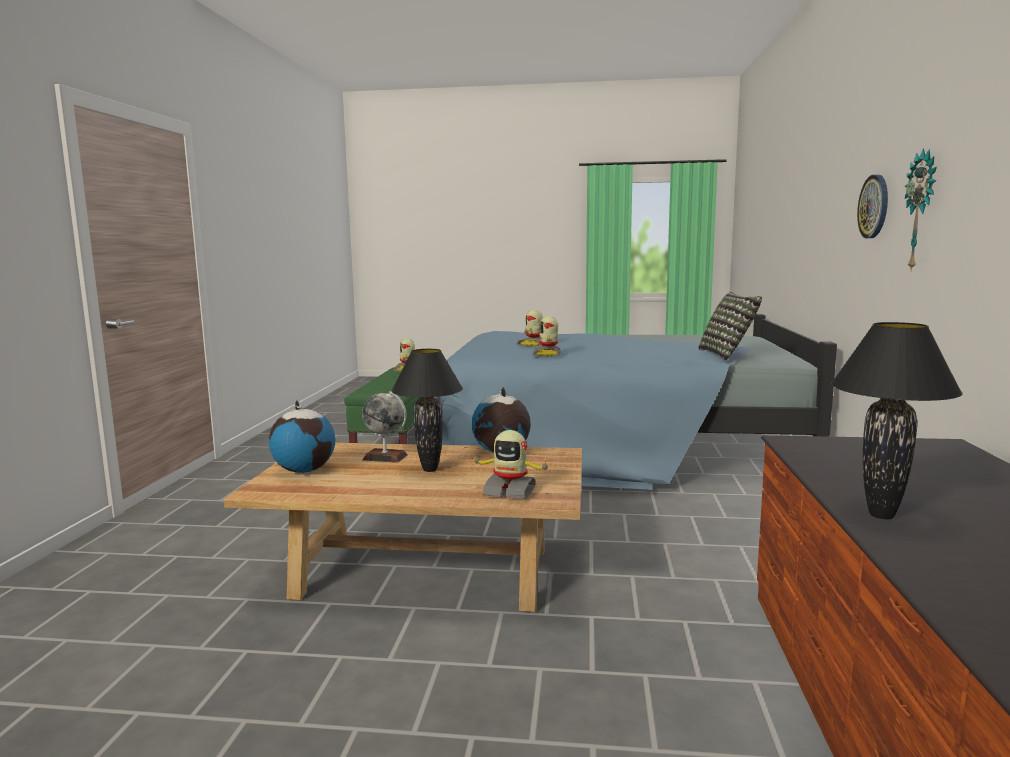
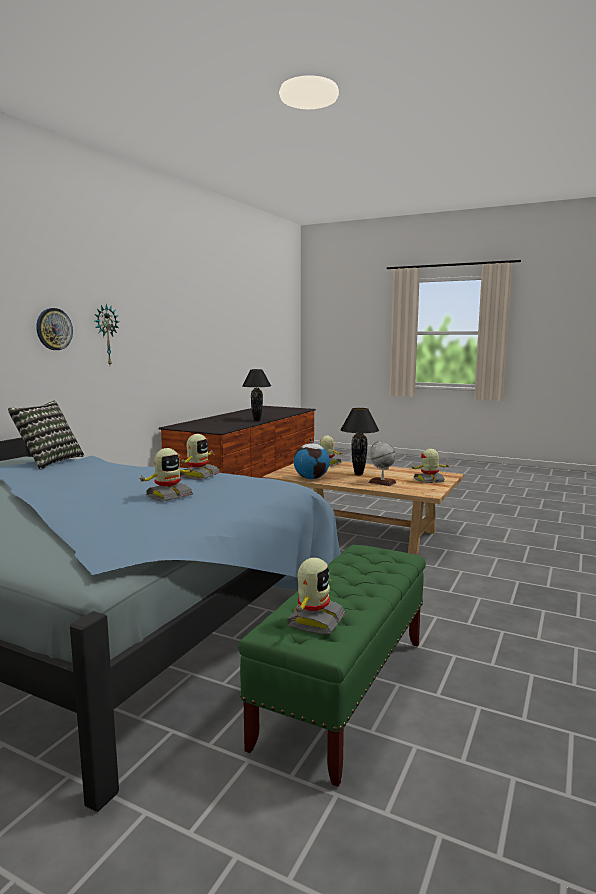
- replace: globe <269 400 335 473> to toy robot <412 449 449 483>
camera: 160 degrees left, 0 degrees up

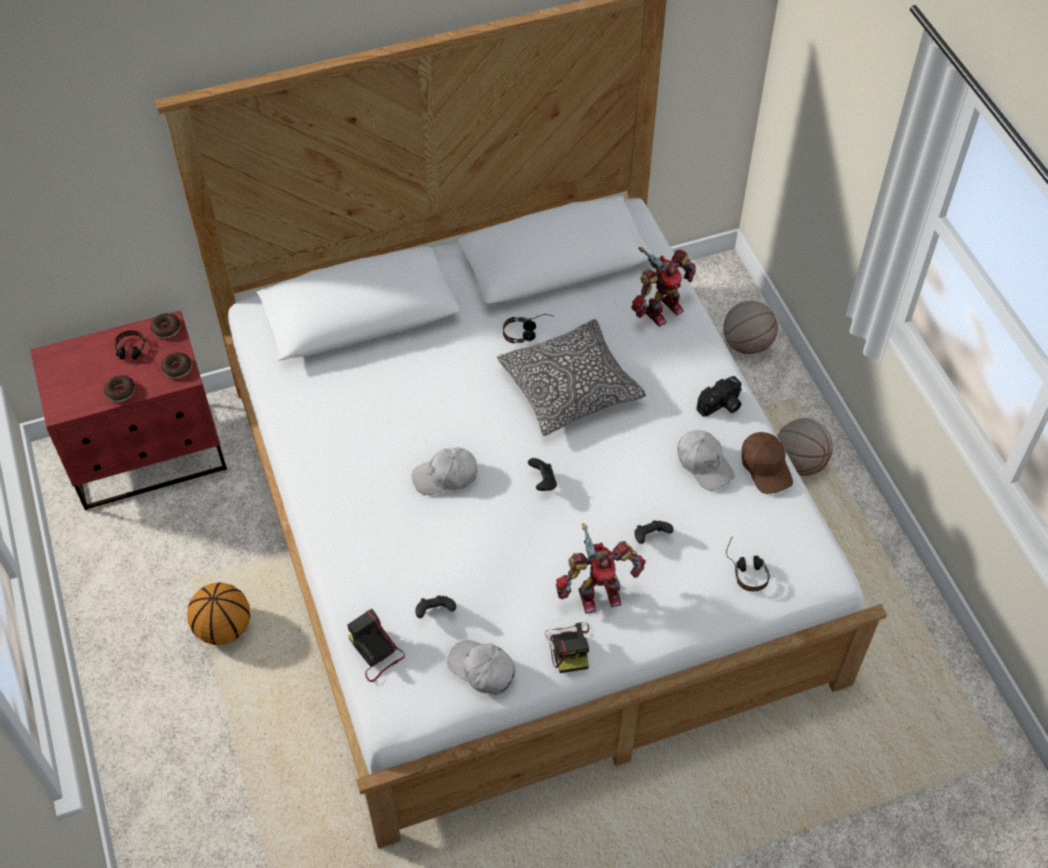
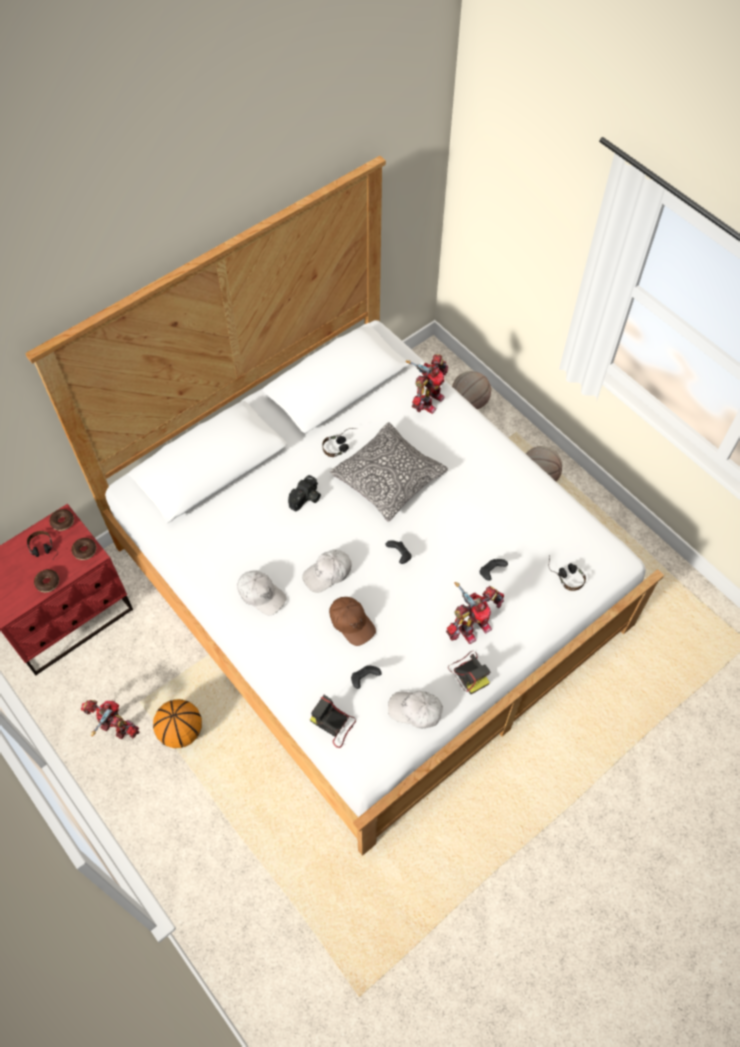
- move: white cap <677 430 735 491> to <237 571 287 615>
- move: photo camera <696 376 742 417> to <288 475 321 512>
- move: brown cap <742 432 793 494> to <329 597 376 646>
- insert: toy robot <81 700 139 739>
camera: 20 degrees left, 5 degrees up

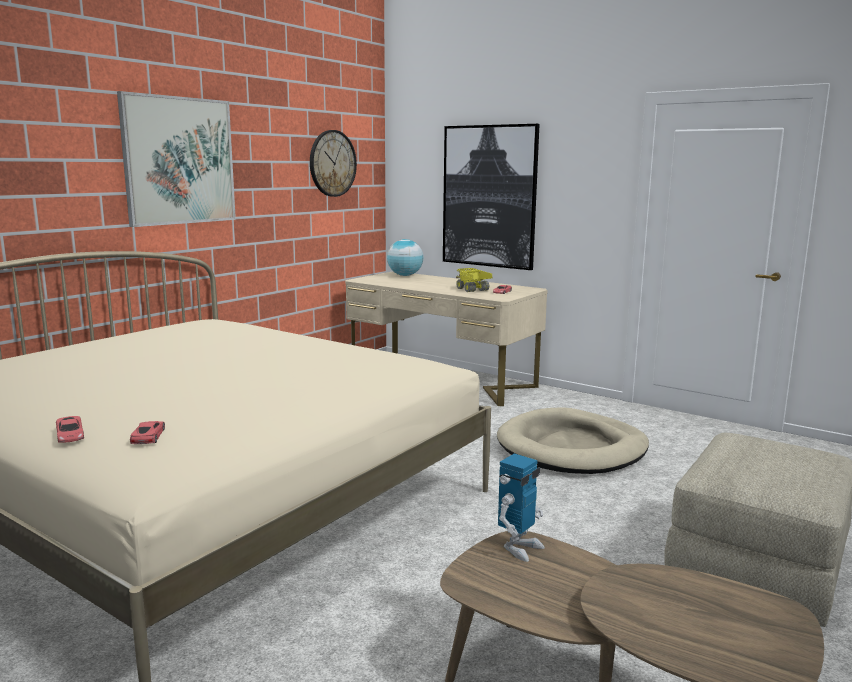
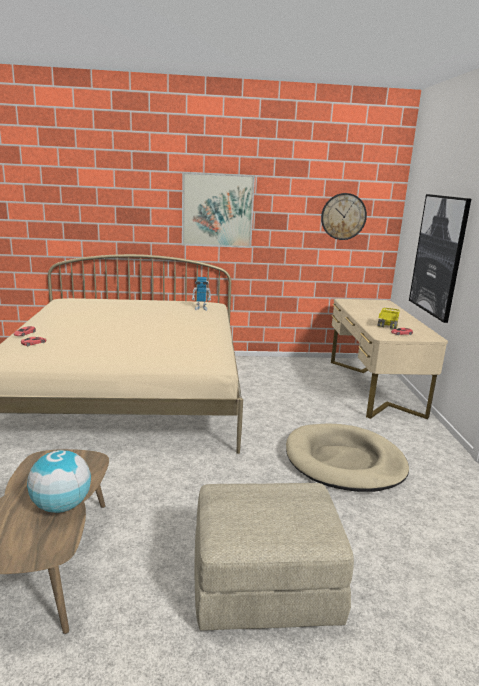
- move: globe <387 239 423 276> to <27 450 91 513>
- move: toy robot <498 454 545 562> to <192 277 211 311>
camera: 50 degrees right, 5 degrees up

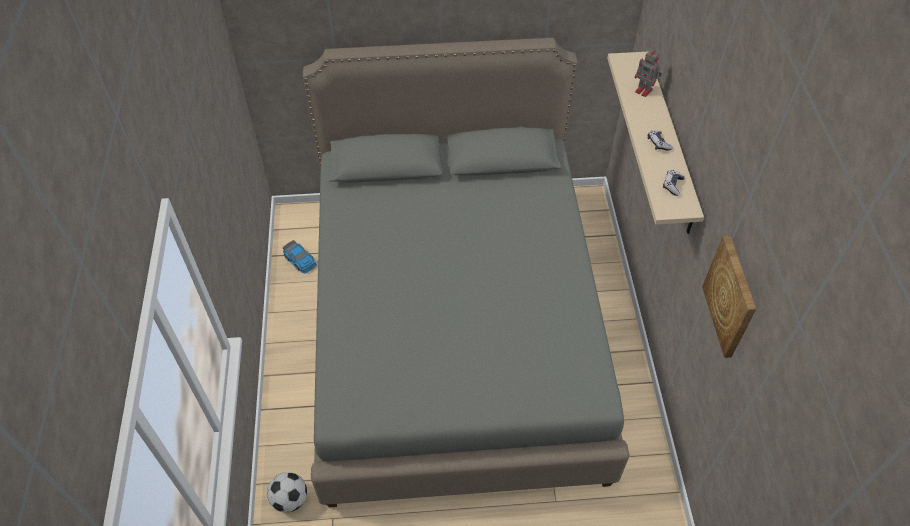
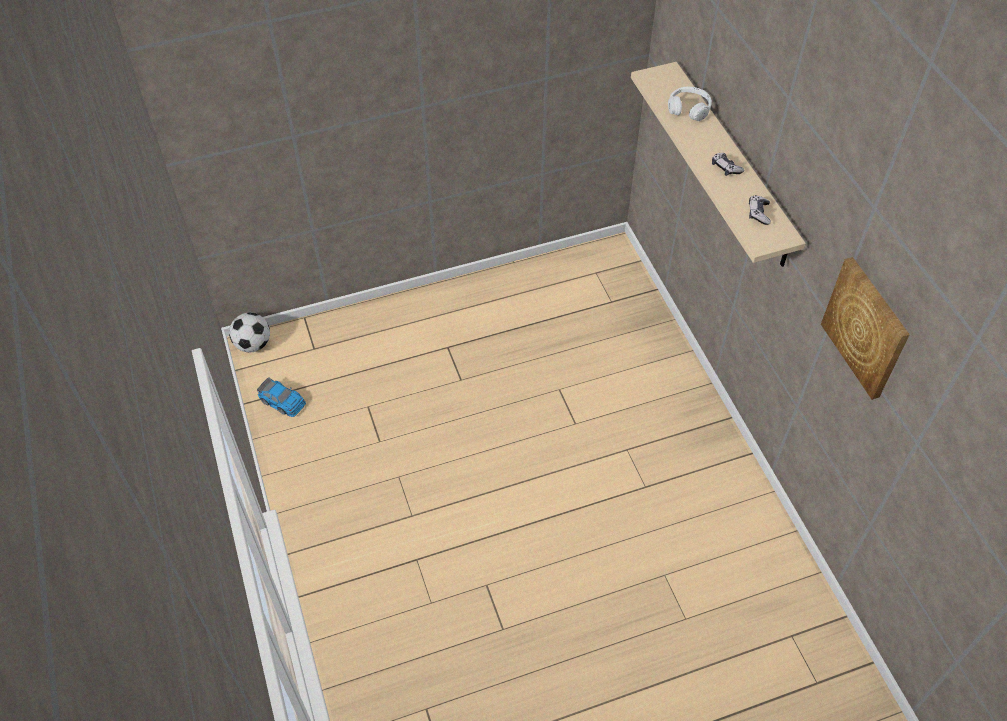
- move: football <267 472 307 513> to <229 313 270 352>
- delete: grey bed <303 38 630 507>
- replace: toy robot <635 48 662 97> to white headphones <668 86 712 121>
camera: 15 degrees left, 0 degrees up

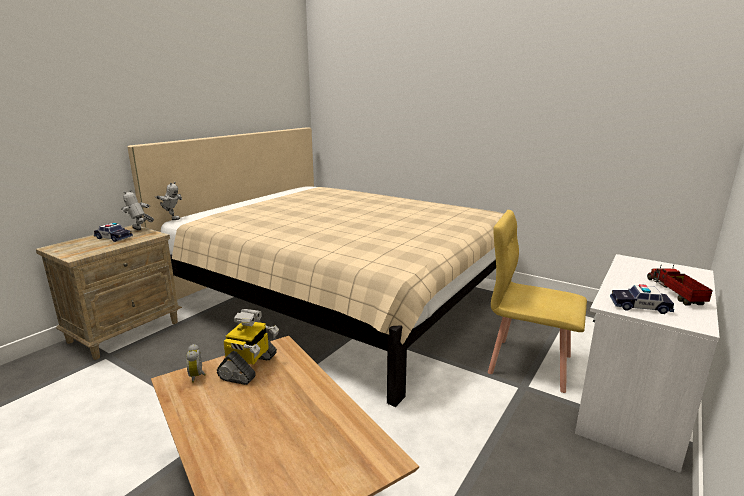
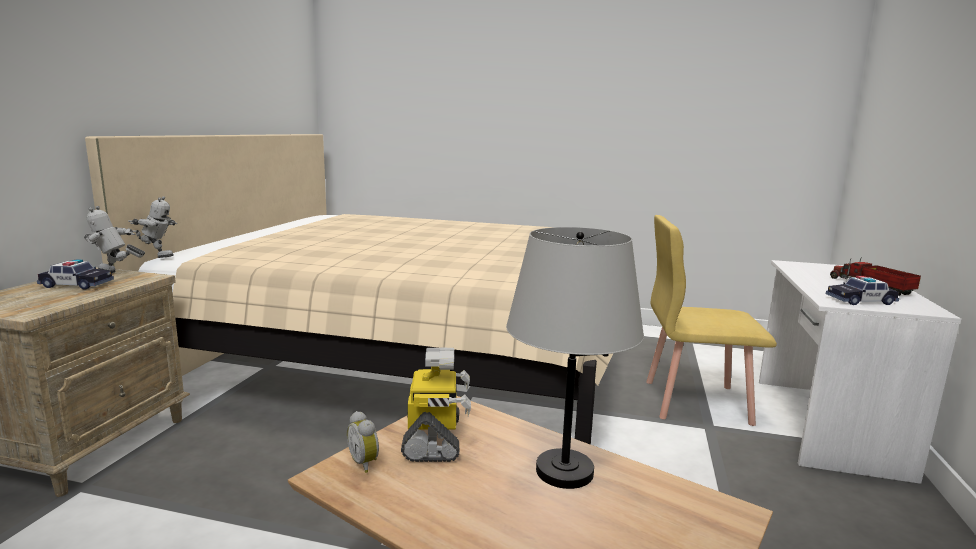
- insert: grey table lamp <506 227 644 489>
camera: 20 degrees left, 5 degrees down

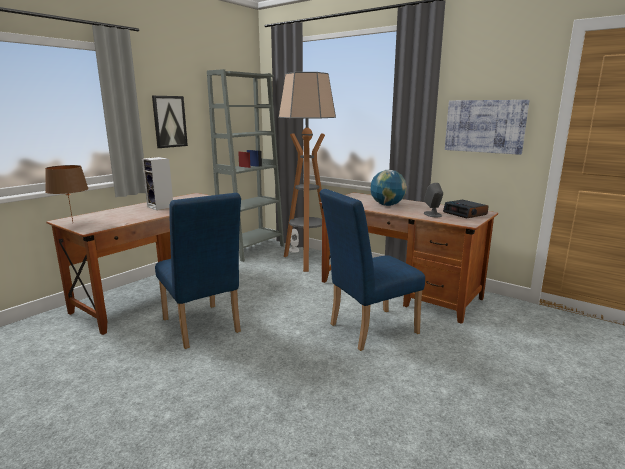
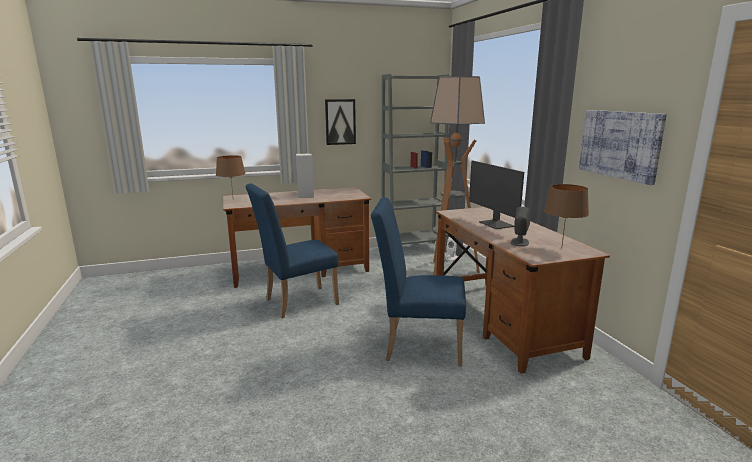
- rotate: blue chair <155 193 241 349> = <246 183 339 318> 60 degrees clockwise
- replace: globe <370 170 407 206> to monitor <469 160 524 229>
- replace: alarm clock <443 200 489 218> to brown table lamp <544 184 589 249>
camera: 35 degrees right, 0 degrees up

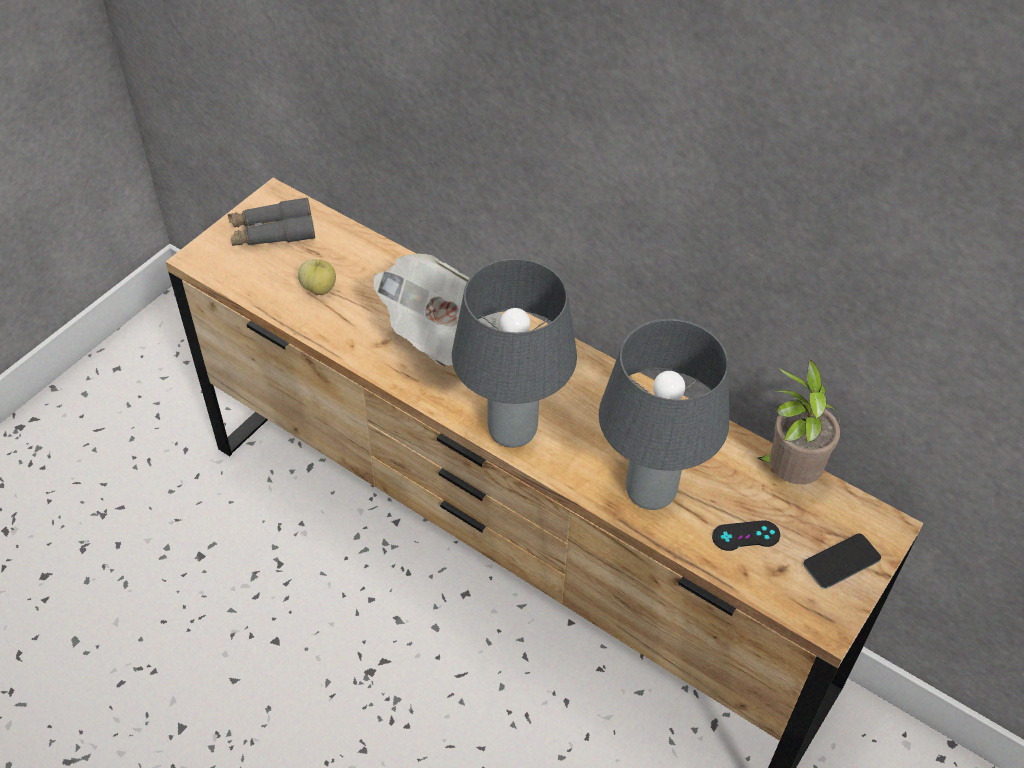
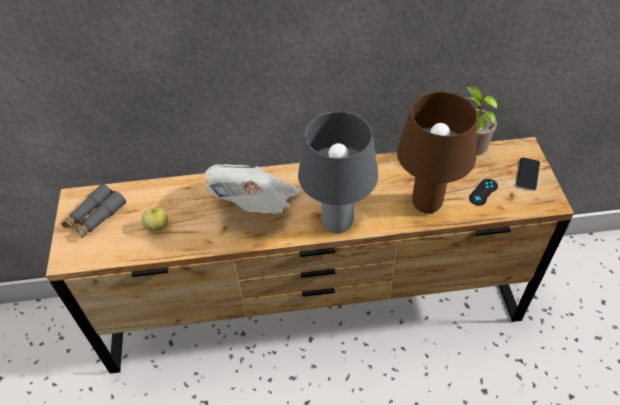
- recolor: grey table lamp <599 319 729 510> to brown table lamp <397 92 478 213>
camera: 40 degrees left, 0 degrees up

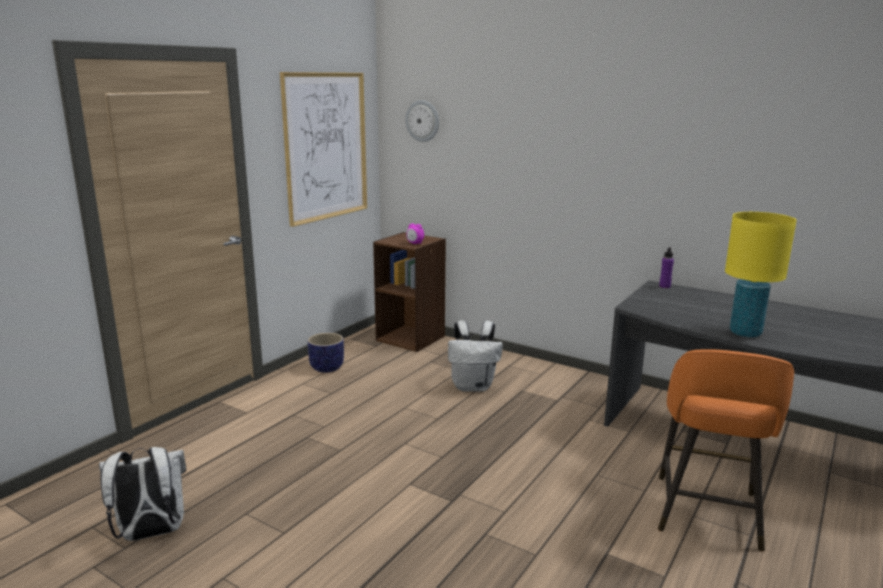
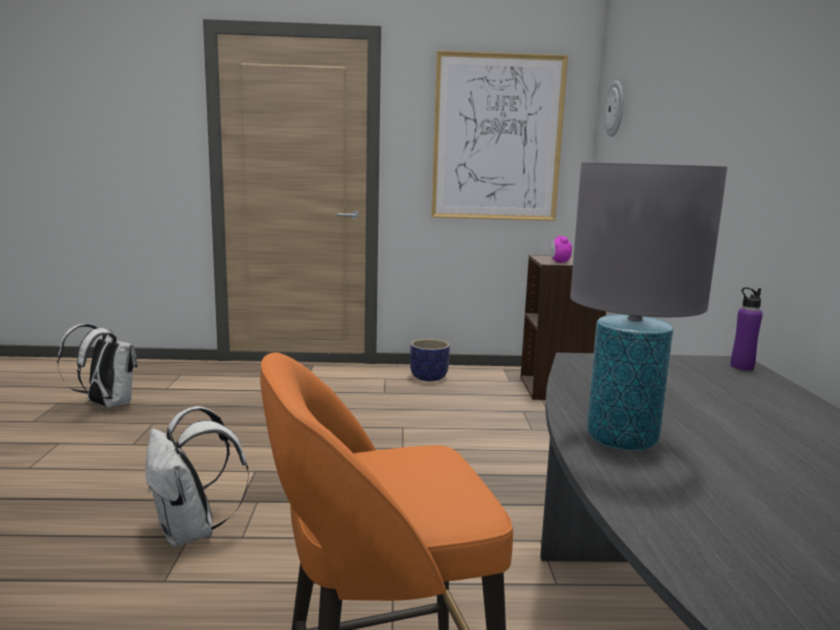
- move: white backpack <448 320 503 392> to <145 406 249 547>
- recolor: yellow table lamp <725 212 797 337> to grey table lamp <570 162 727 451>
camera: 55 degrees right, 5 degrees down

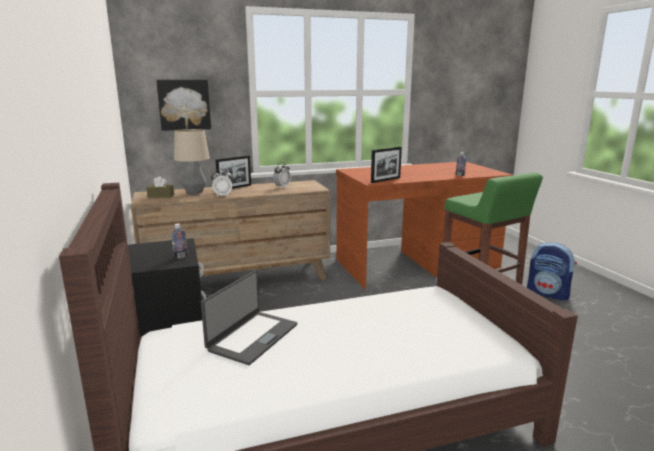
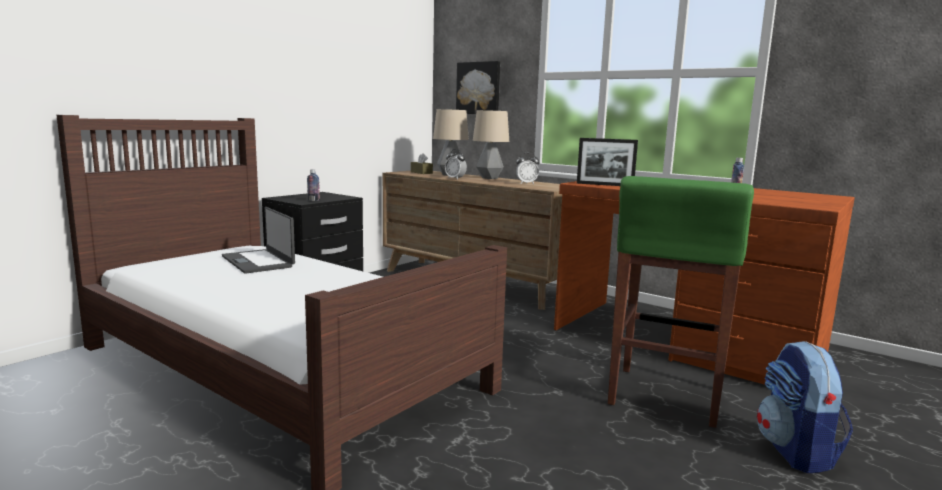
- rotate: laptop <201 270 297 365> = <222 207 295 274> 60 degrees clockwise
- replace: picture frame <215 155 251 189> to table lamp <473 110 509 179>
camera: 55 degrees right, 5 degrees down

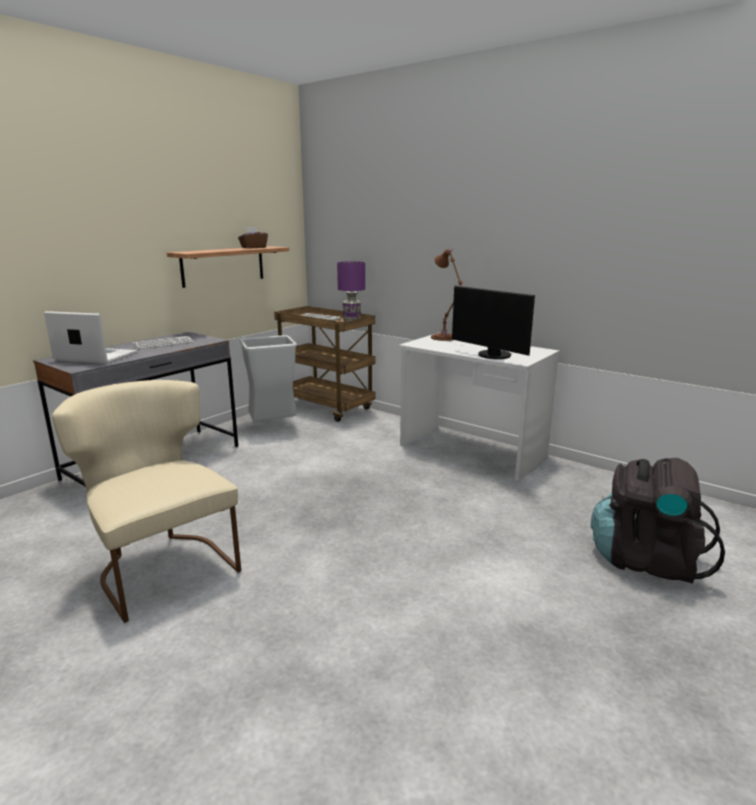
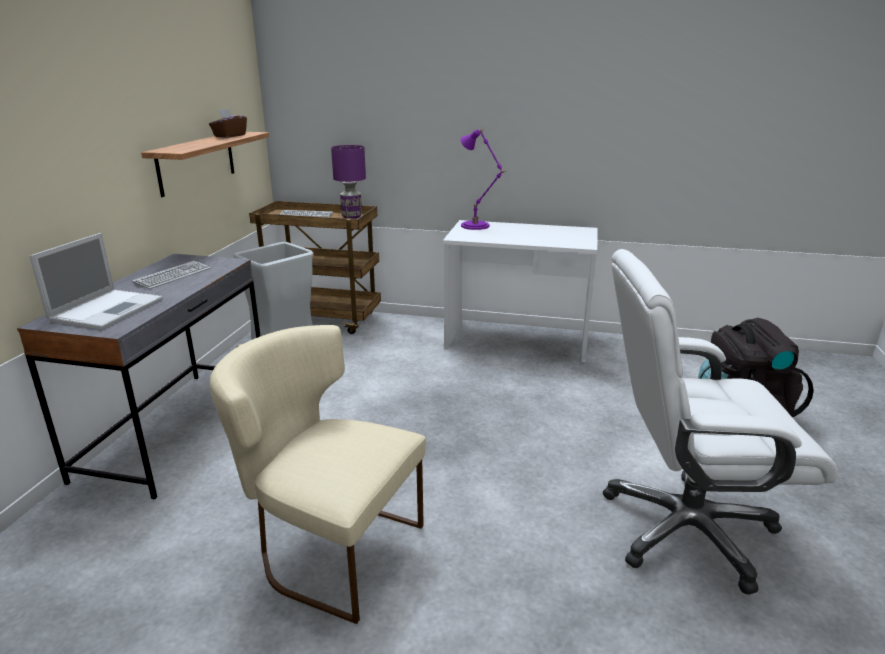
- rotate: laptop <44 311 137 364> = <29 233 163 330> 120 degrees clockwise
- recolor: brown table lamp <431 249 464 341> to purple table lamp <460 129 505 230>
- delete: monitor <452 286 535 359>
- insert: white office chair <603 249 838 595>
camera: 25 degrees left, 5 degrees up

